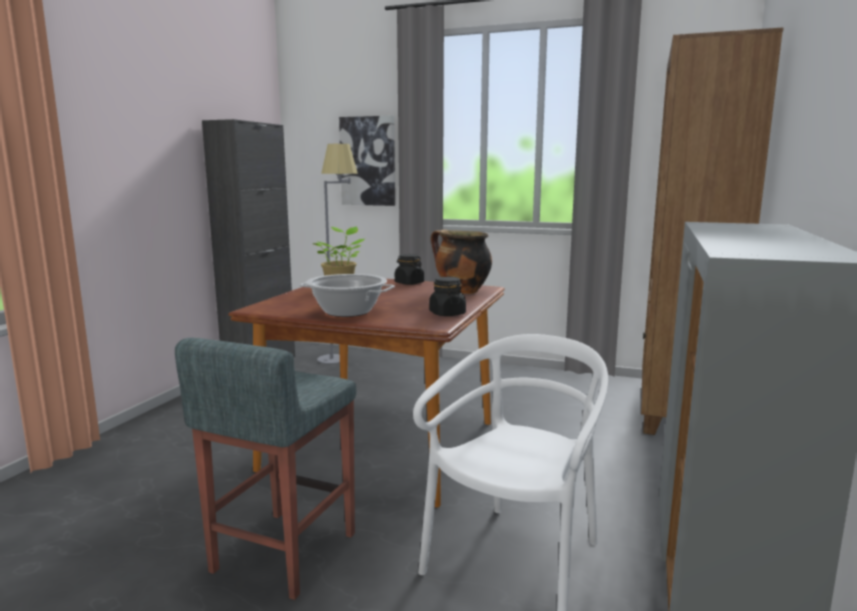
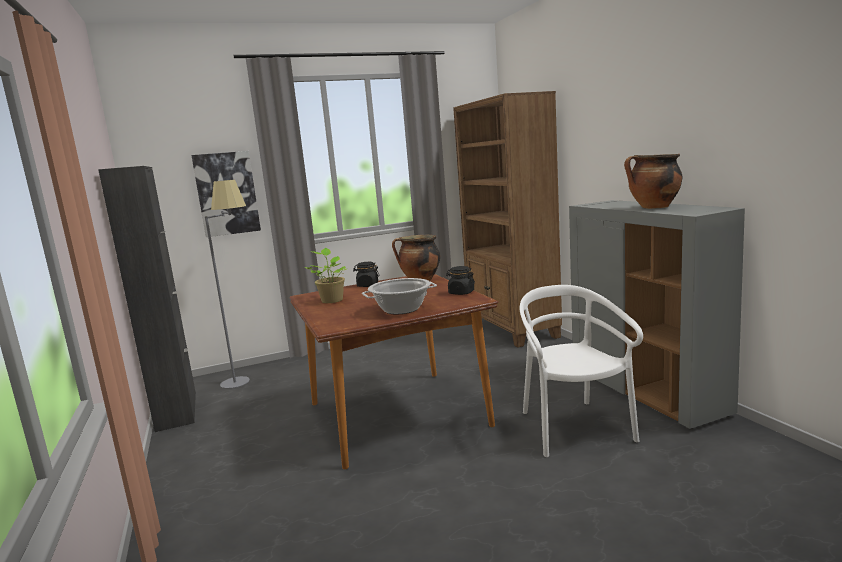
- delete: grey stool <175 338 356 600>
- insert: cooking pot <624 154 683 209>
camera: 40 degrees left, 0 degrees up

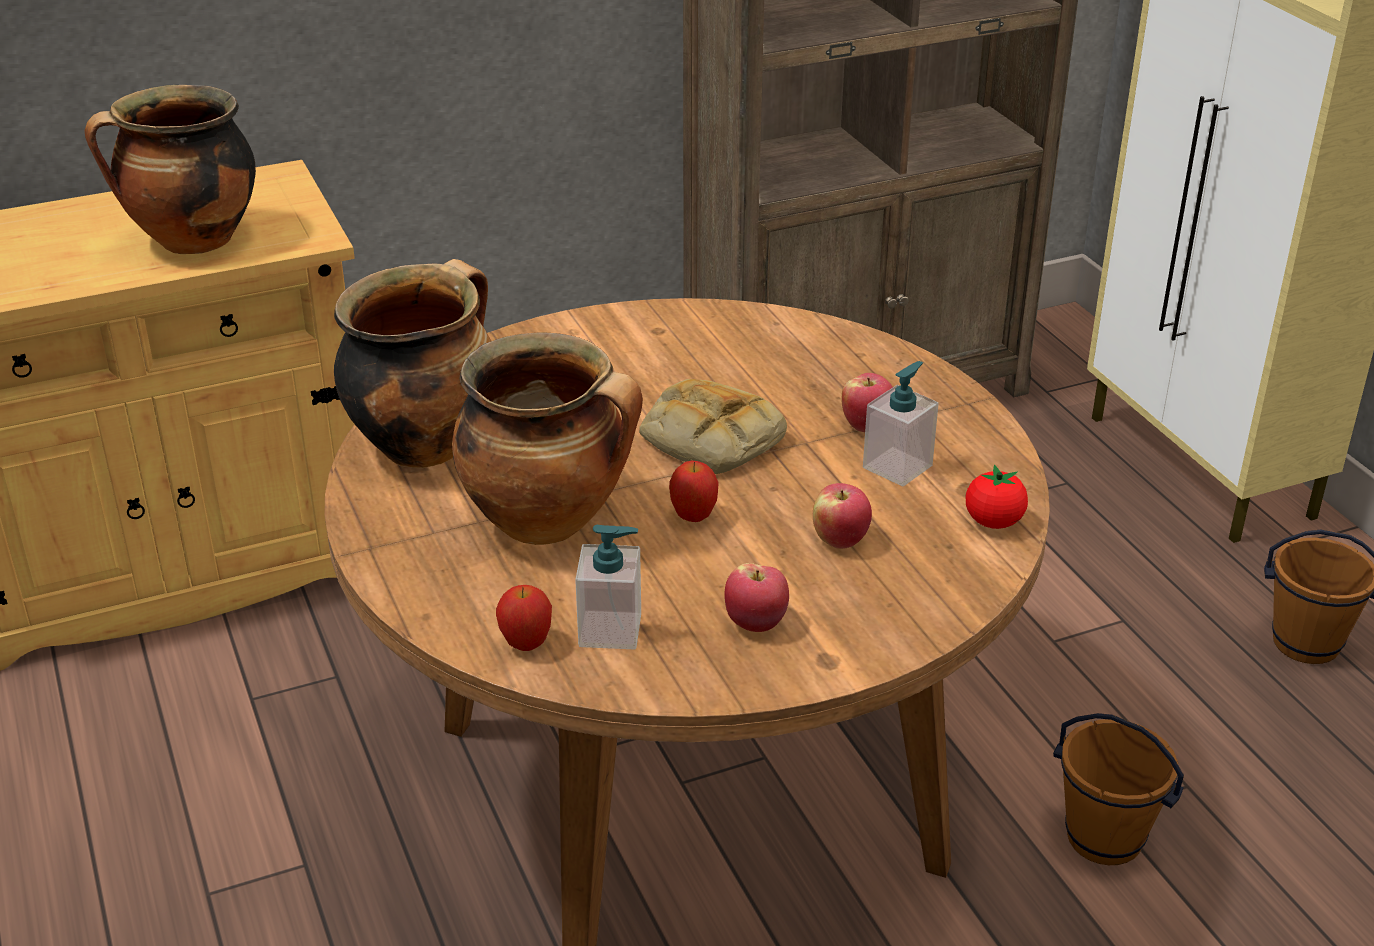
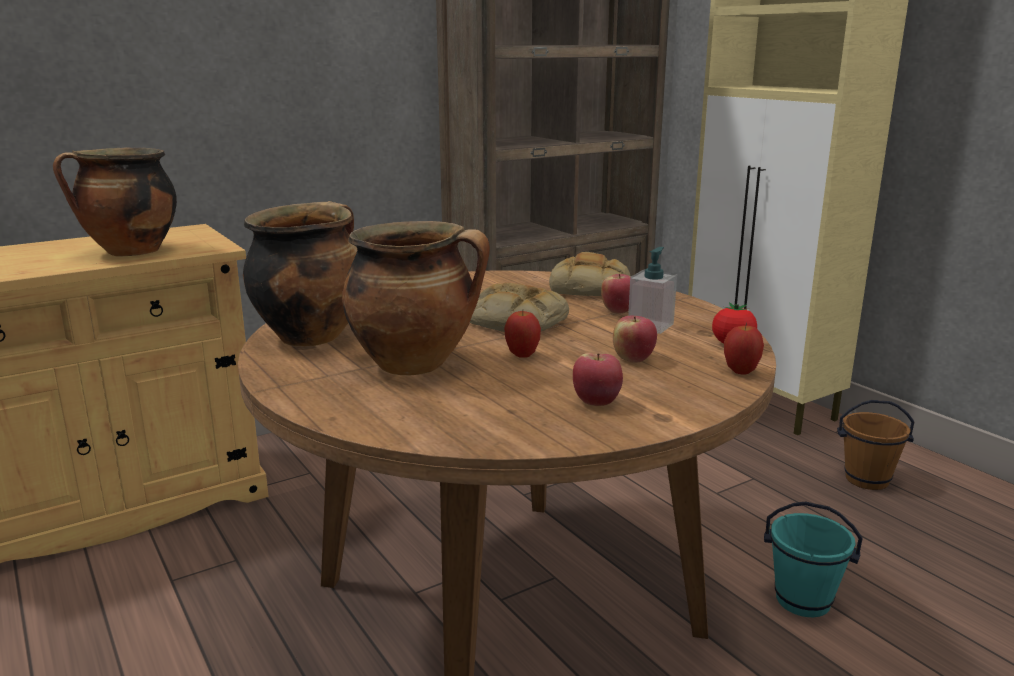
- move: apple <496 585 552 651> to <724 323 764 375>
- delete: soap dispenser <575 525 641 650>
- recolor: brown bucket <1053 713 1184 865> to turquoise bucket <764 502 863 617>
- insert: bread <549 252 630 296>
camera: 10 degrees left, 15 degrees down

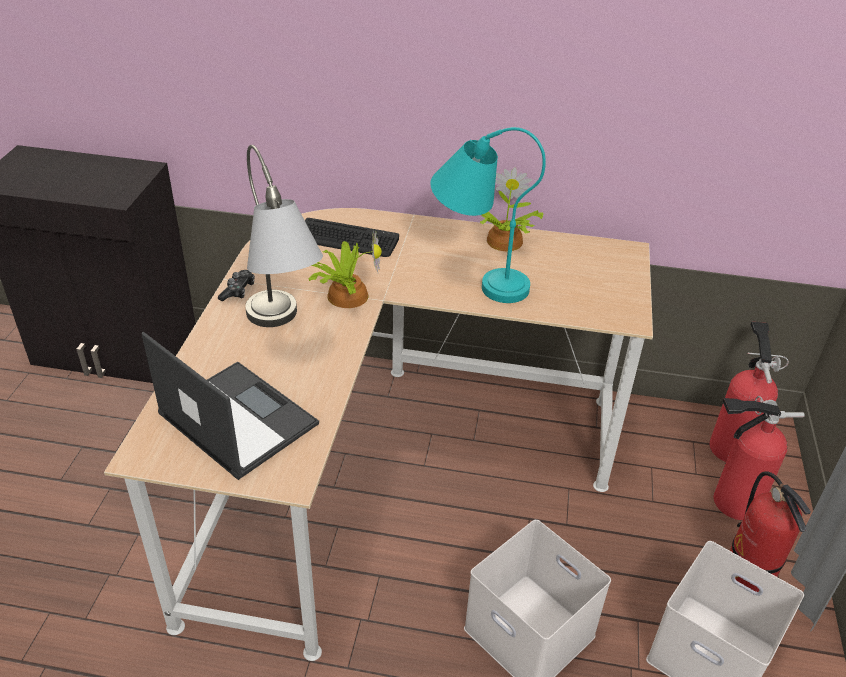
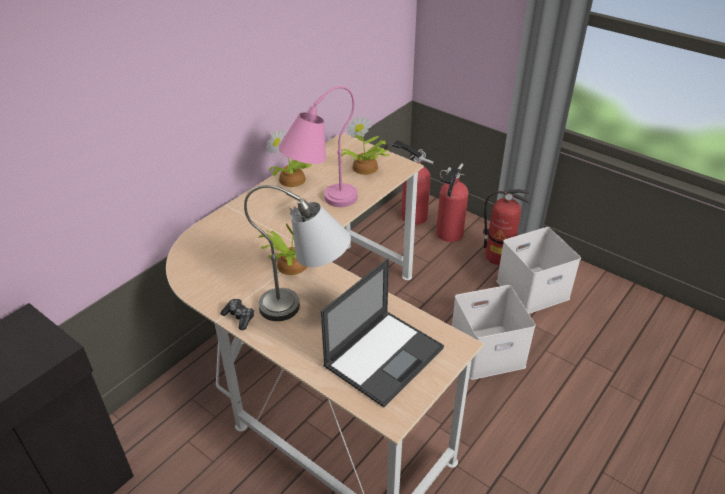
- rotate: laptop <141 332 319 480> = <321 259 444 408> 150 degrees clockwise
- delete: keyboard <305 218 399 257>
- recolor: turquoise table lamp <430 127 546 303> to pink table lamp <278 86 358 207>
- insert: potted plant <341 116 390 175>
camera: 60 degrees left, 0 degrees up

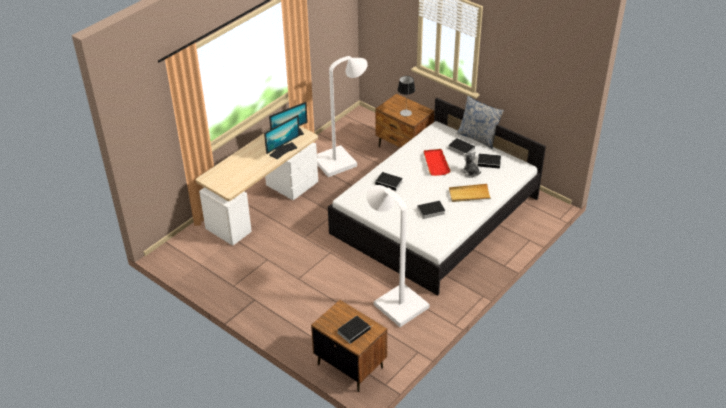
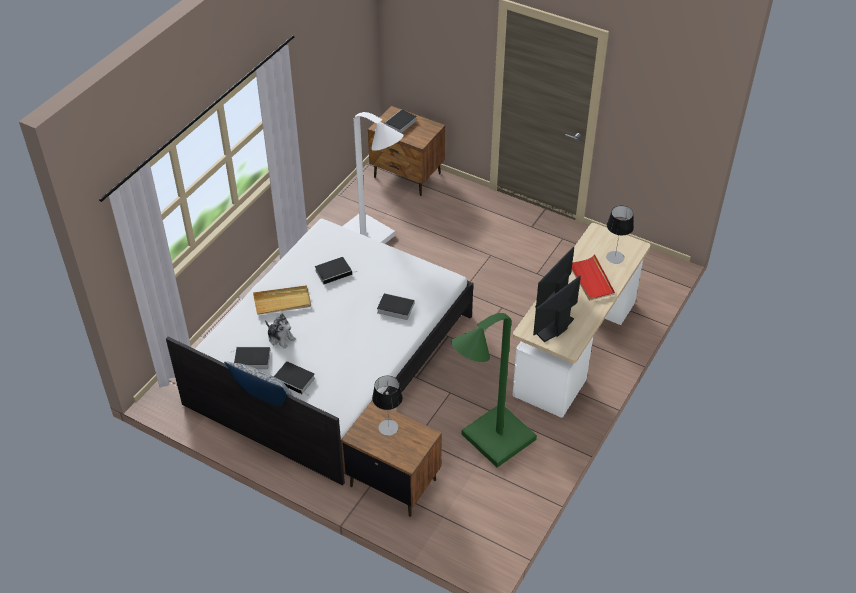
- recolor: white floor lamp <316 56 368 177> to green floor lamp <451 313 537 468>
- move: red tray <424 149 451 176> to <572 254 615 301>
- insert: table lamp <606 206 634 264>
camera: 170 degrees right, 5 degrees up

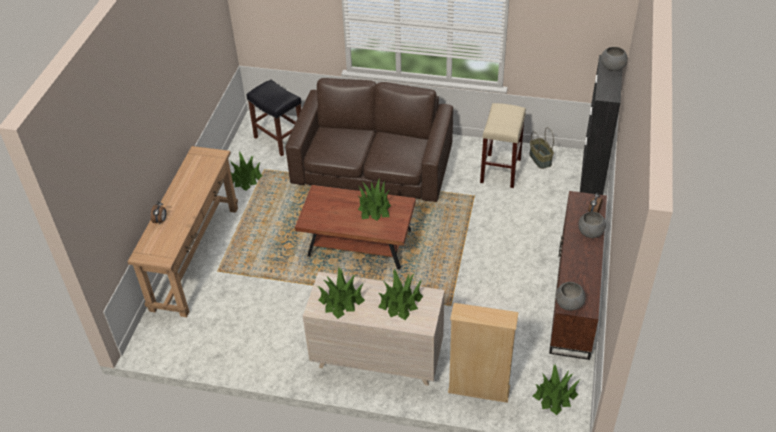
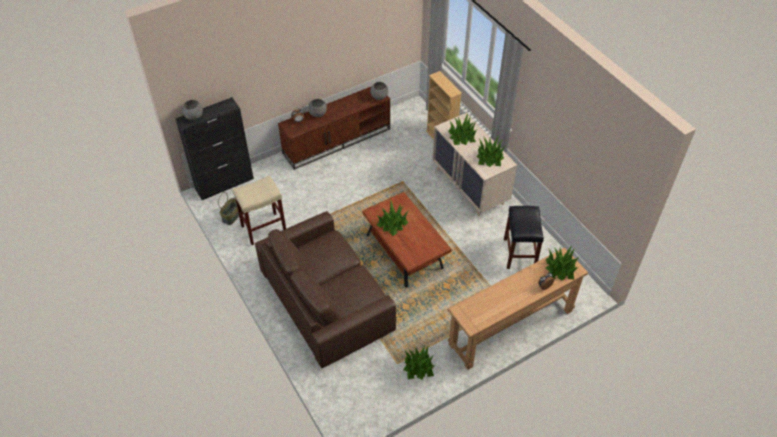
- move: black stool <247 80 301 156> to <504 206 544 269>
- move: potted plant <533 365 580 415> to <546 246 579 281>
camera: 135 degrees left, 5 degrees up

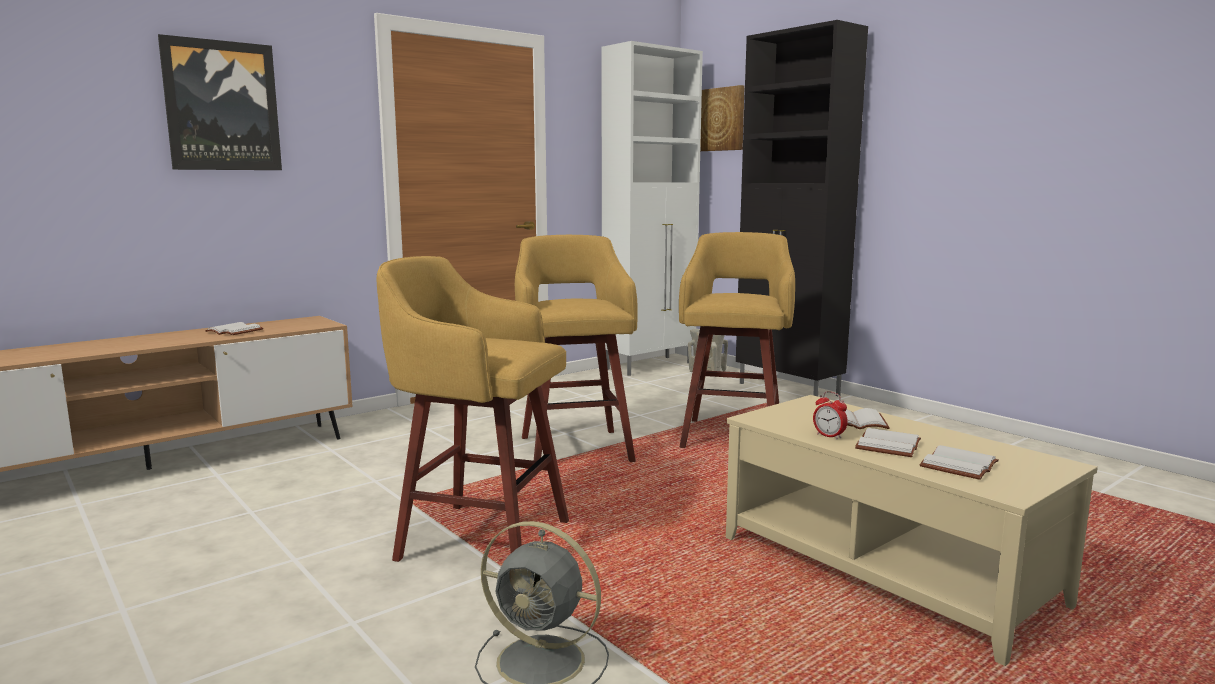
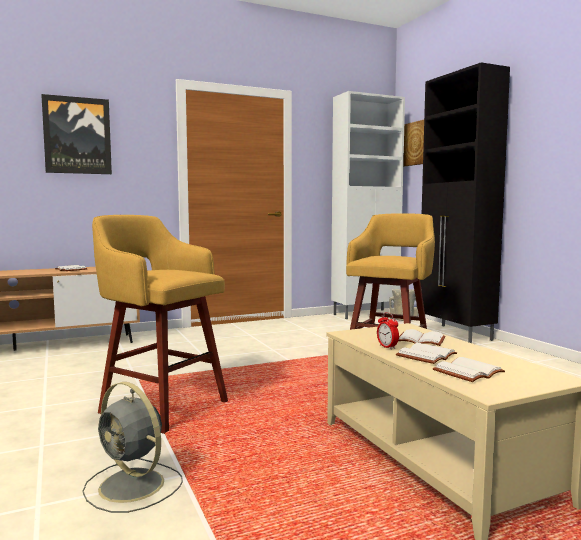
- delete: yellow stool <515 235 638 462>
camera: 15 degrees right, 5 degrees down

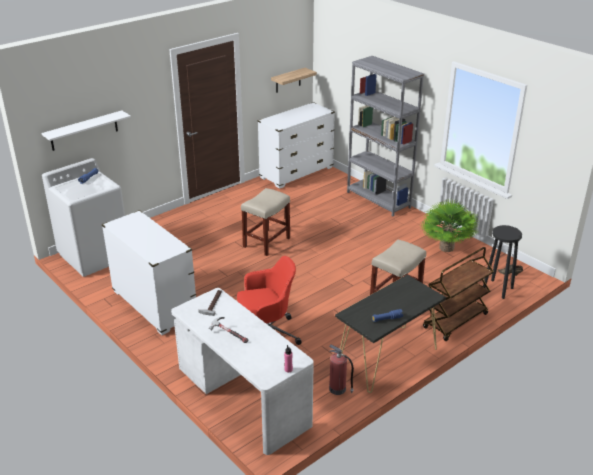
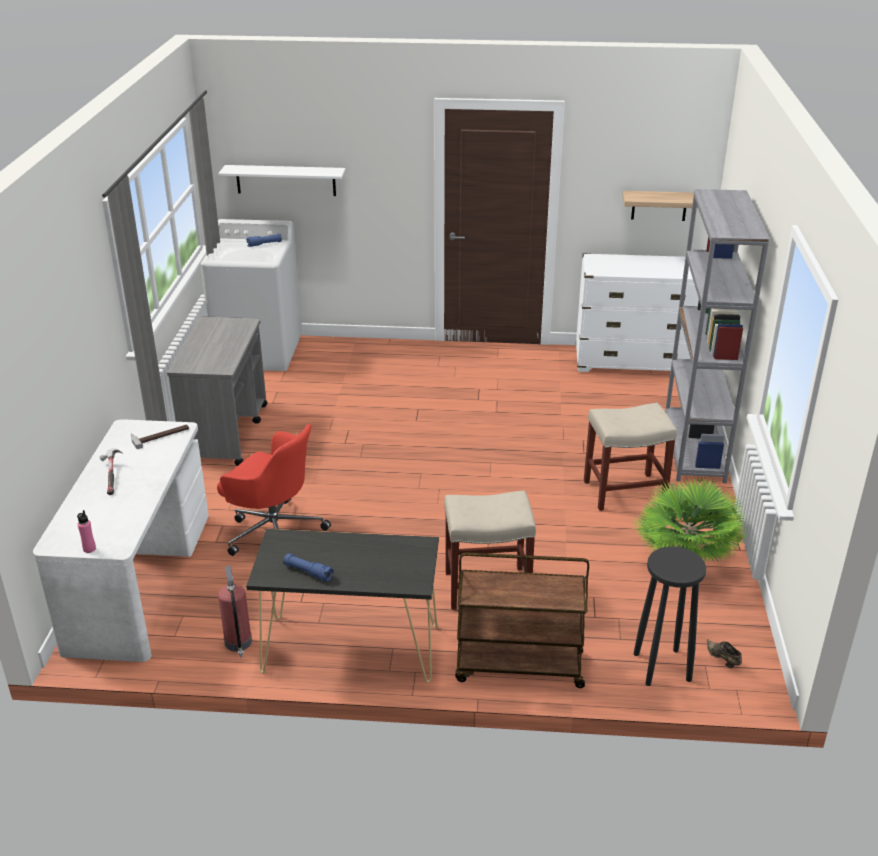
- replace: white dresser <102 210 196 335> to grey cart <167 316 267 466>
- move: beige stool <241 188 290 256> to <584 403 677 511>
camera: 45 degrees right, 0 degrees up

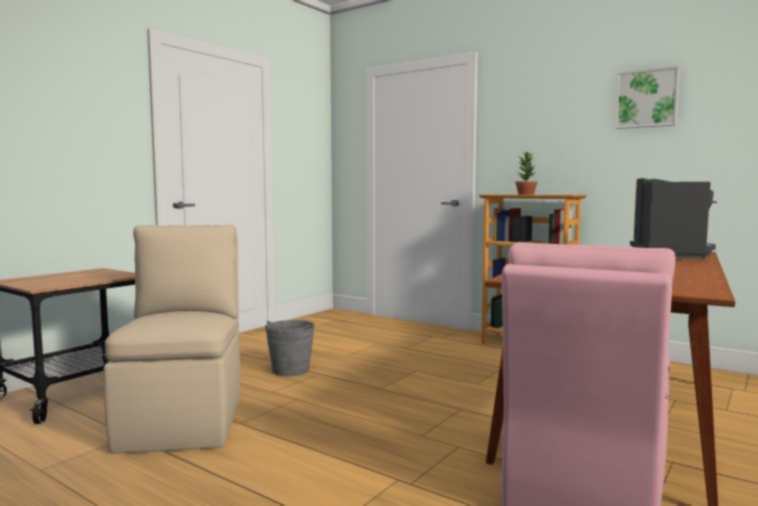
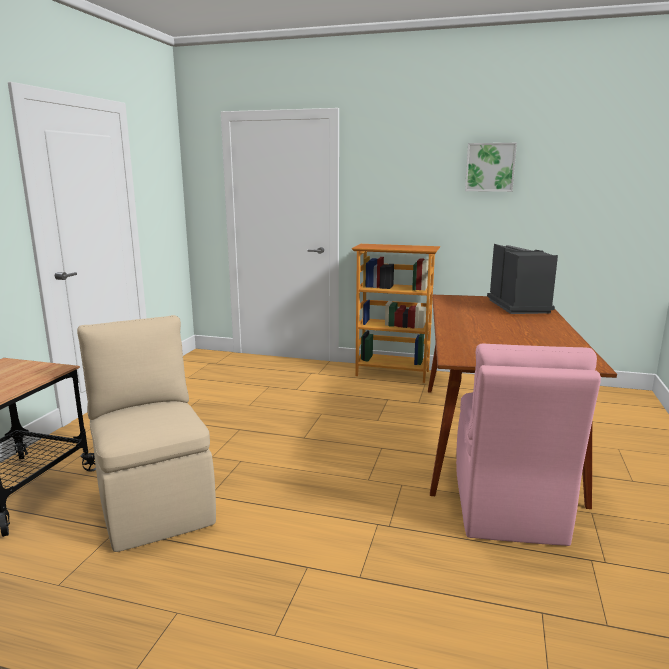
- delete: grey bucket <265 320 315 376>
- delete: potted plant <515 151 537 195>
camera: 20 degrees left, 10 degrees up

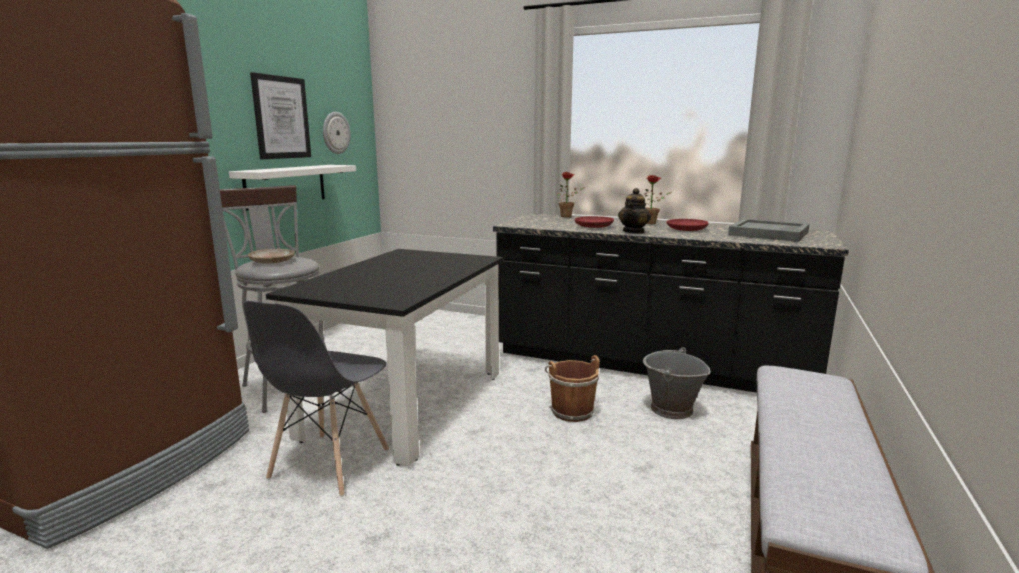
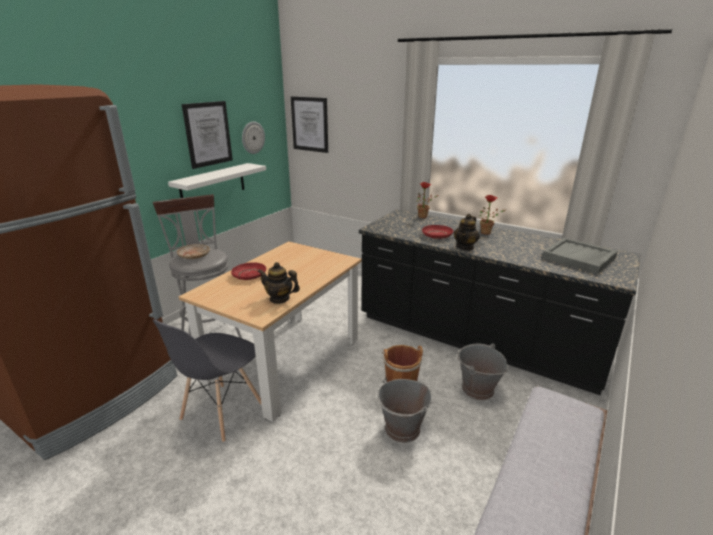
- recolor: black dining table <266 249 503 467> to beige dining table <179 241 362 422>
- move: red plate <666 219 709 231> to <231 263 266 280>
- insert: teapot <258 262 300 304>
- insert: picture <291 96 328 153>
- insert: grey bucket <377 378 432 443>
camera: 10 degrees right, 10 degrees up

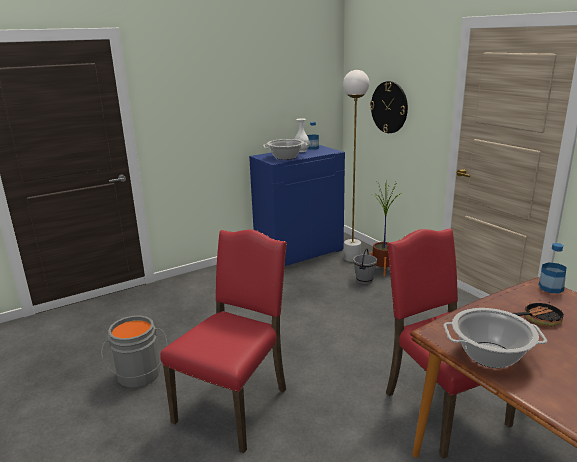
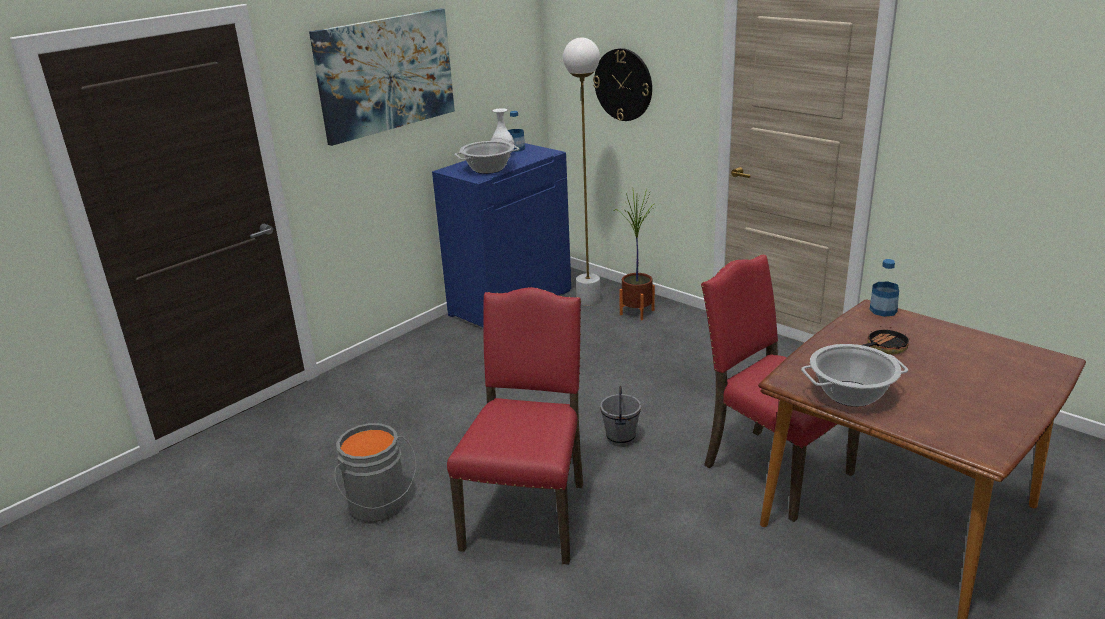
- move: grey bucket <353 248 377 284> to <600 386 641 447>
- insert: picture <309 8 455 146>
camera: 15 degrees left, 5 degrees up

